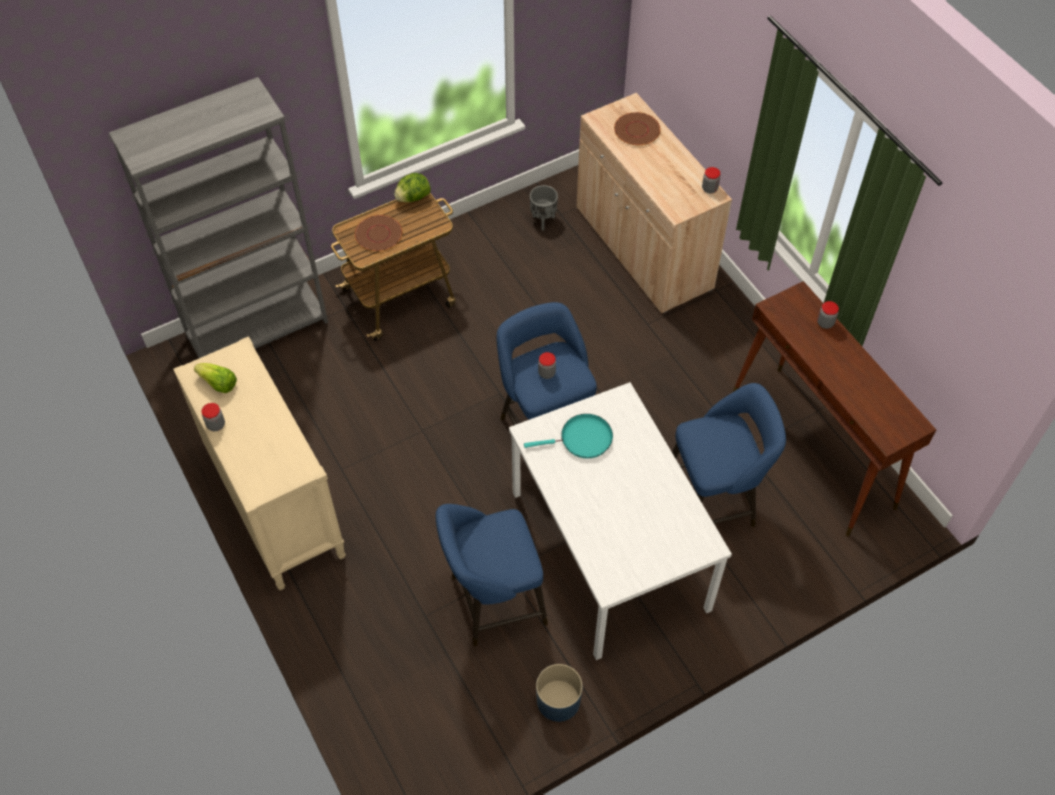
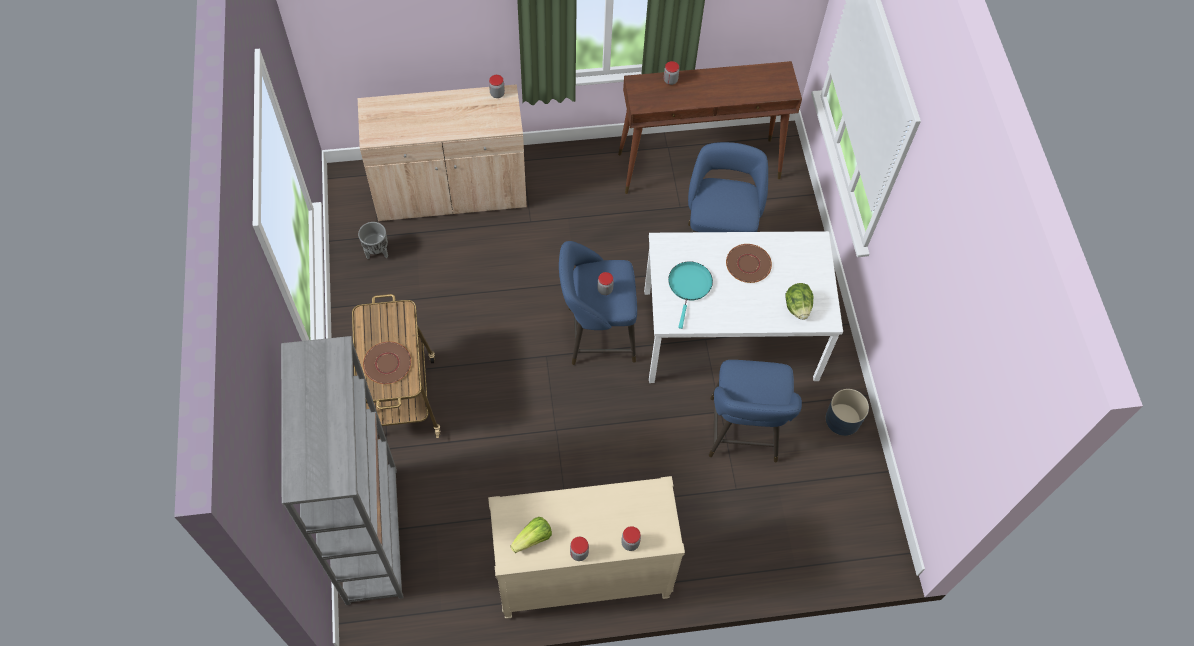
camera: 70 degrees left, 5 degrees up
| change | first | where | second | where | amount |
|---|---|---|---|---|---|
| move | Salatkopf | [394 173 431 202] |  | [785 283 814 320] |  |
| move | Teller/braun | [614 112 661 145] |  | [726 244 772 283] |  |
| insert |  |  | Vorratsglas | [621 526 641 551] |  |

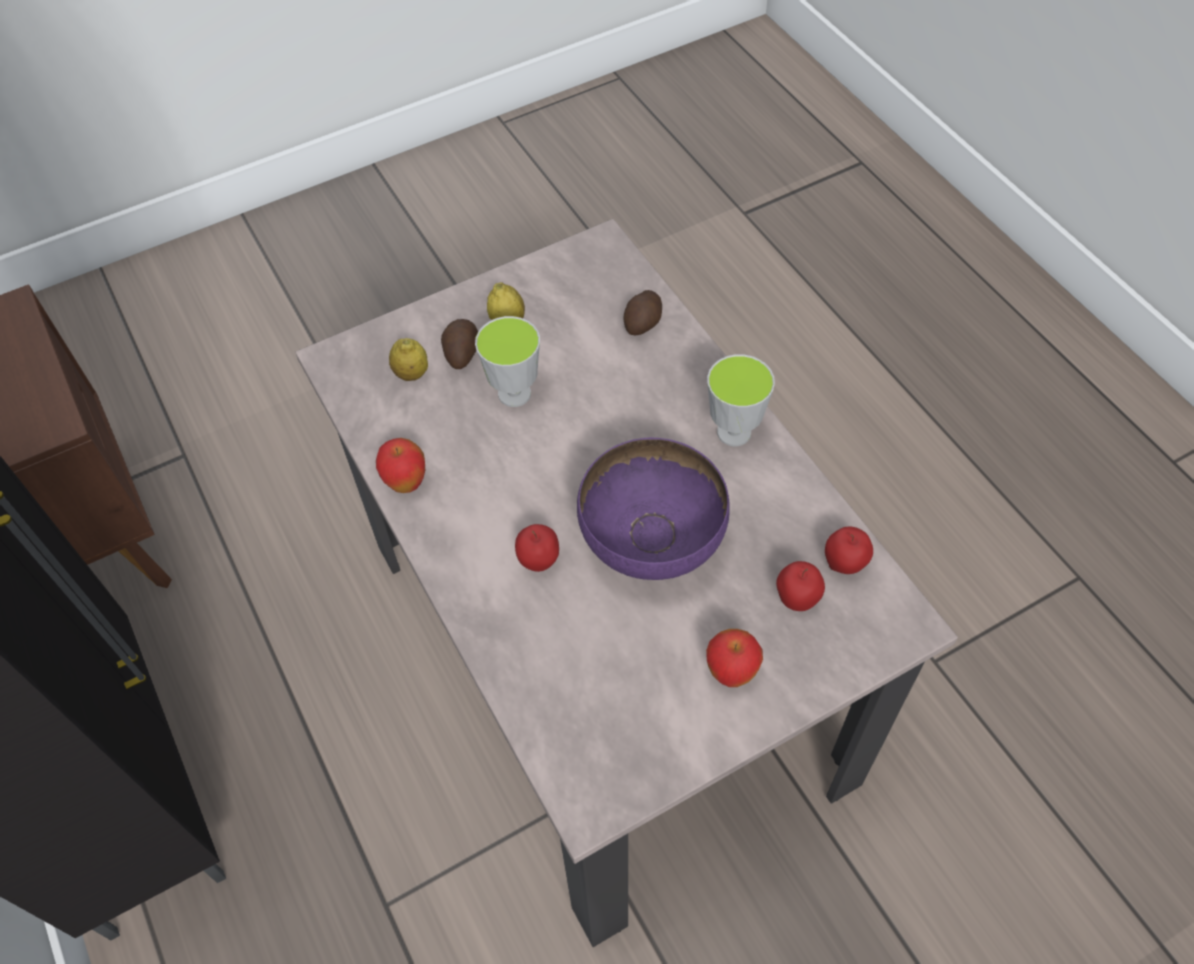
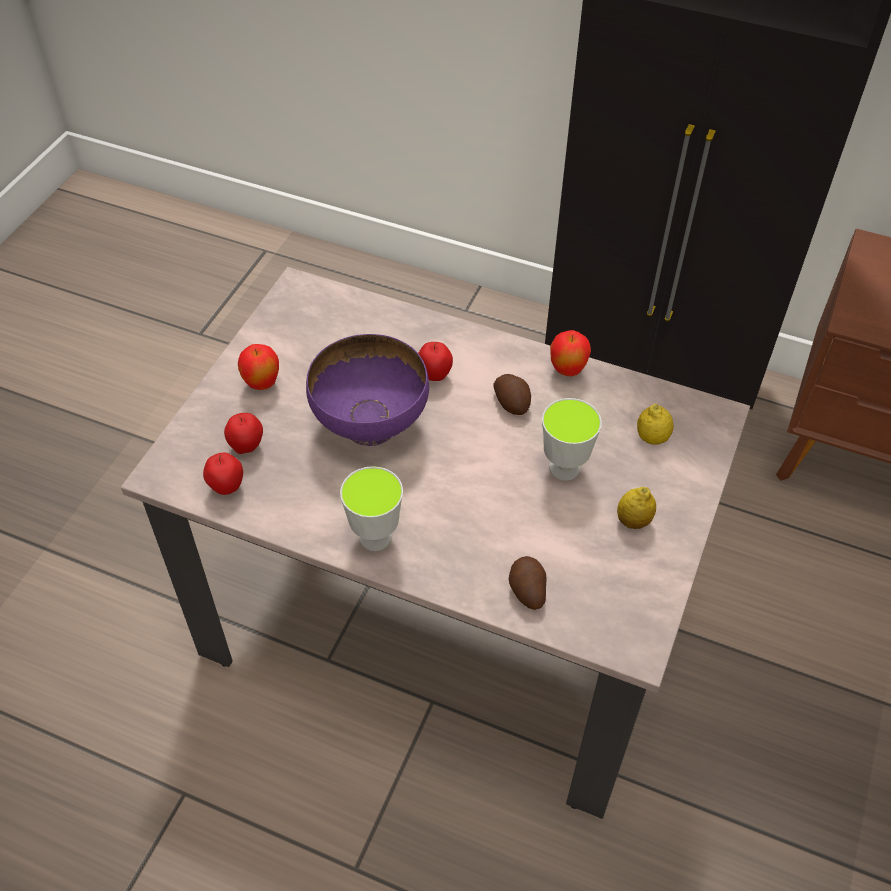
camera: 140 degrees right, 5 degrees down
| change | first | where | second | where | amount |
|---|---|---|---|---|---|
| move | Kartoffel | [441 319 478 369] |  | [493 374 531 415] |  |

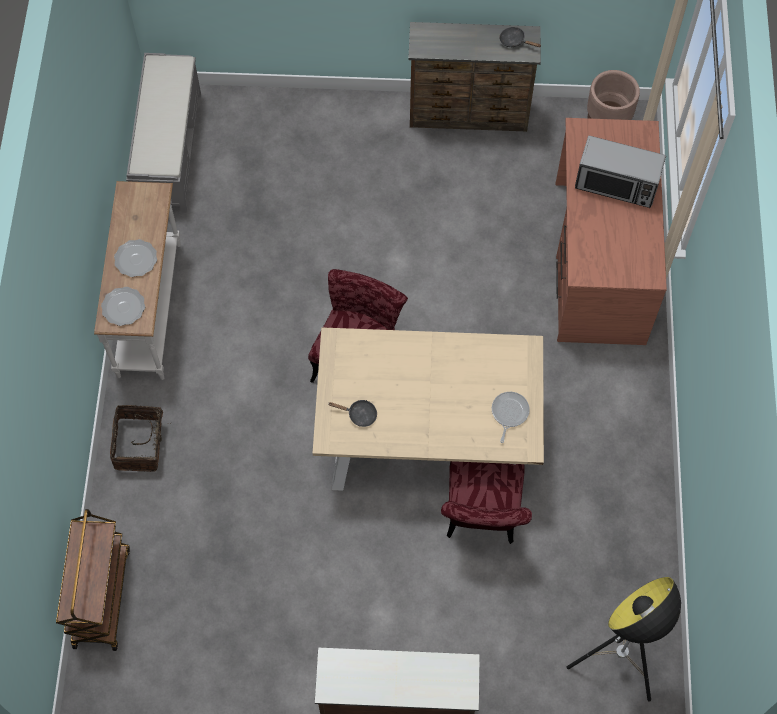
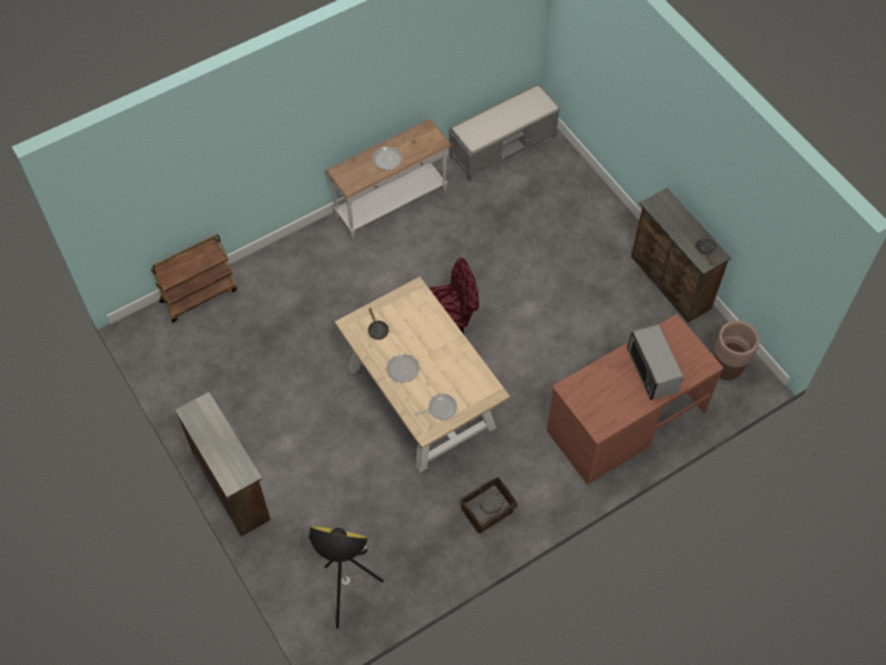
camera: 55 degrees right, 5 degrees down
| change | first | where | second | where | amount |
|---|---|---|---|---|---|
| move | Teller | [101 287 145 326] |  | [386 354 420 383] |  |
| move | Korb | [110 405 173 472] |  | [461 477 520 533] |  |
| delete | Stuhl/rot | [441 461 532 544] |  |  |  |

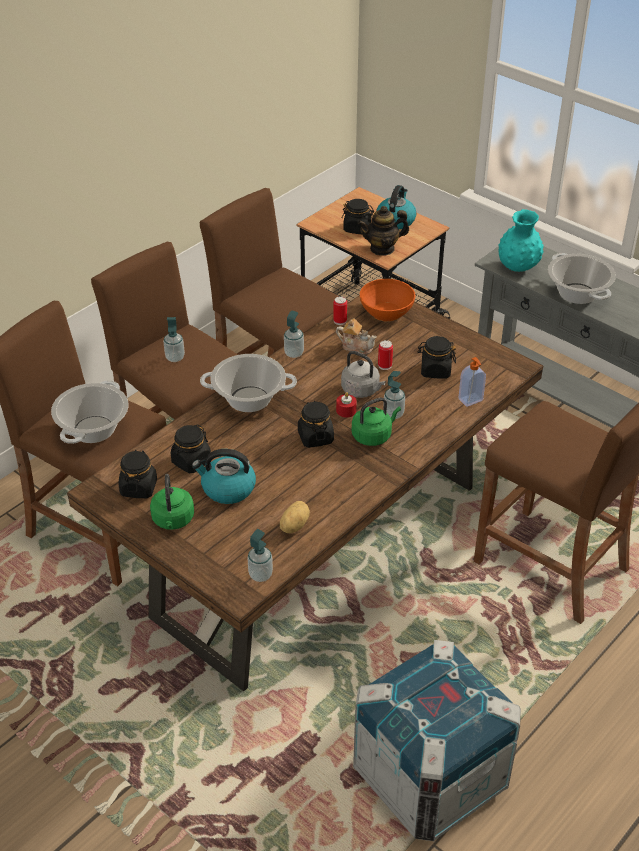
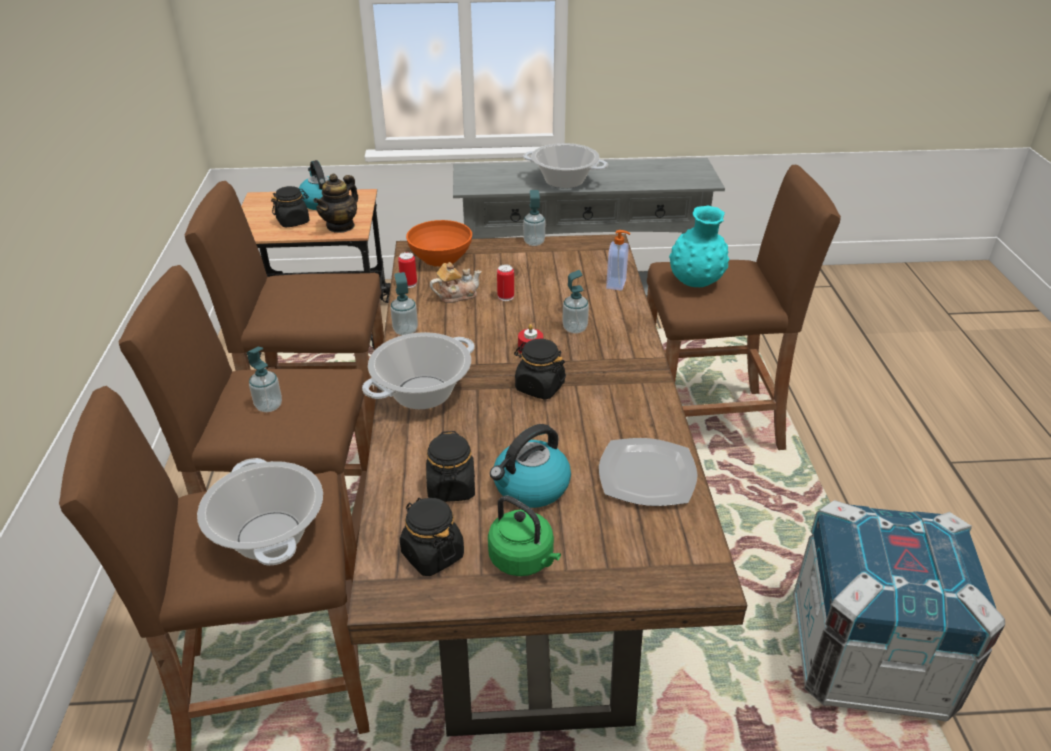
camera: 45 degrees left, 5 degrees down
| change | first | where | second | where | amount |
|---|---|---|---|---|---|
| move | Seifenspender | [247 529 273 582] |  | [523 190 545 246] |  |
| replace | Kartoffel | [280 501 310 533] | Teller | [599 438 698 506] |  |
| delete | Wasserkessel/grau | [341 351 386 398] |  |  |  |
| delete | Wasserkessel/grün | [352 398 401 446] |  |  |  |
| delete | Vorratsglas/schwarz | [418 336 456 379] |  |  |  |
| move | Vase/türkis | [499 209 544 272] |  | [669 205 729 287] |  |

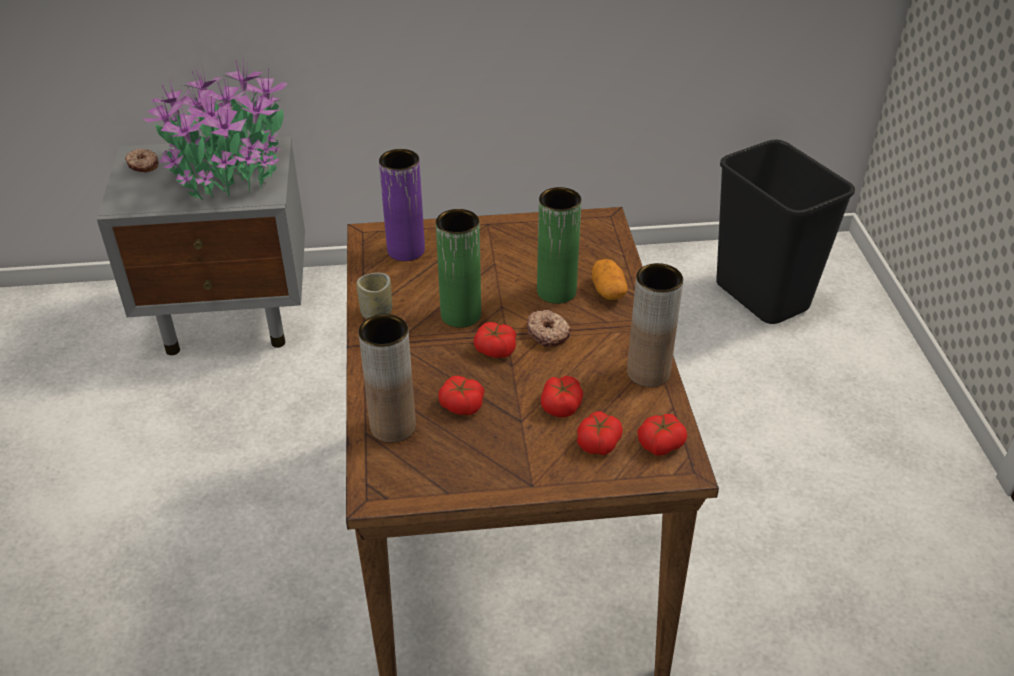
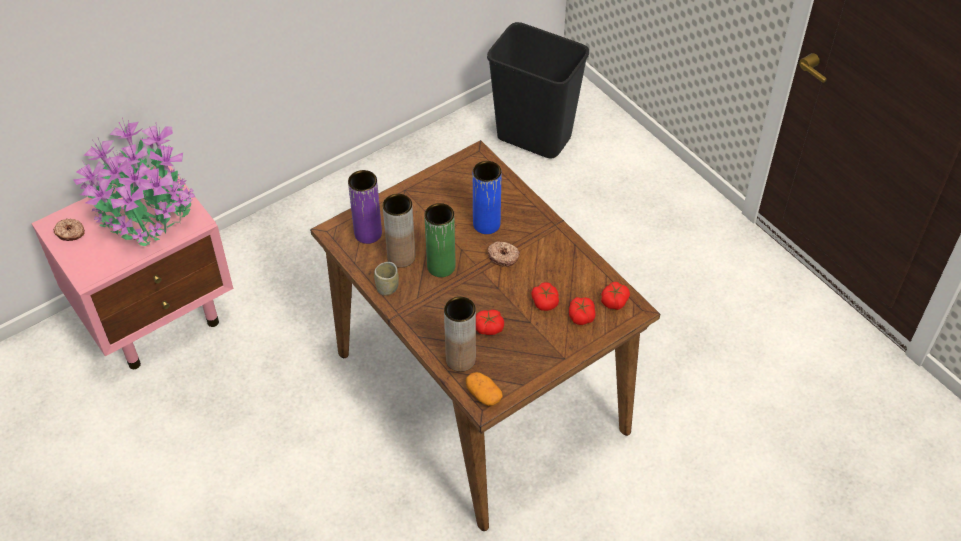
camera: 30 degrees left, 10 degrees up
| change | first | where | second | where | amount |
|---|---|---|---|---|---|
| recolor | Nachttisch/grau | [97 137 305 355] | Nachttisch/rosa | [31 165 233 369] |  |
| delete | Tomate | [474 322 516 358] |  |  |  |
| recolor | Vase/grün | [537 187 582 304] | Vase/blau | [473 161 502 234] |  |
| move | Kartoffel | [592 259 628 300] |  | [466 372 503 406] |  |
| move | Vase/braun | [627 263 683 387] |  | [383 194 415 268] |  |

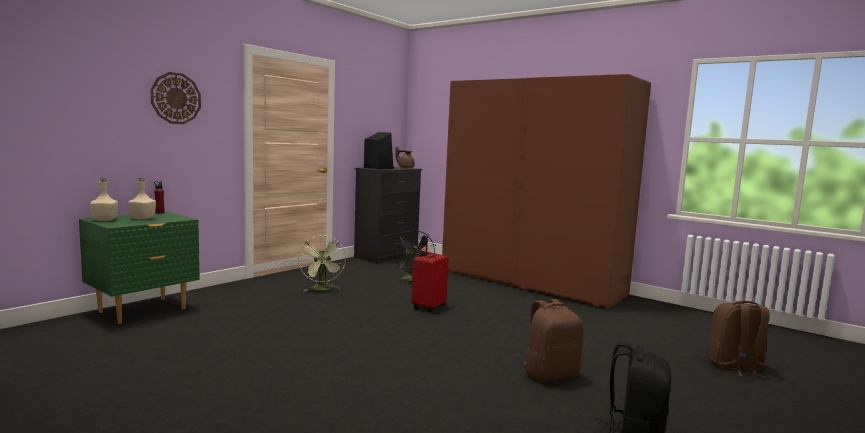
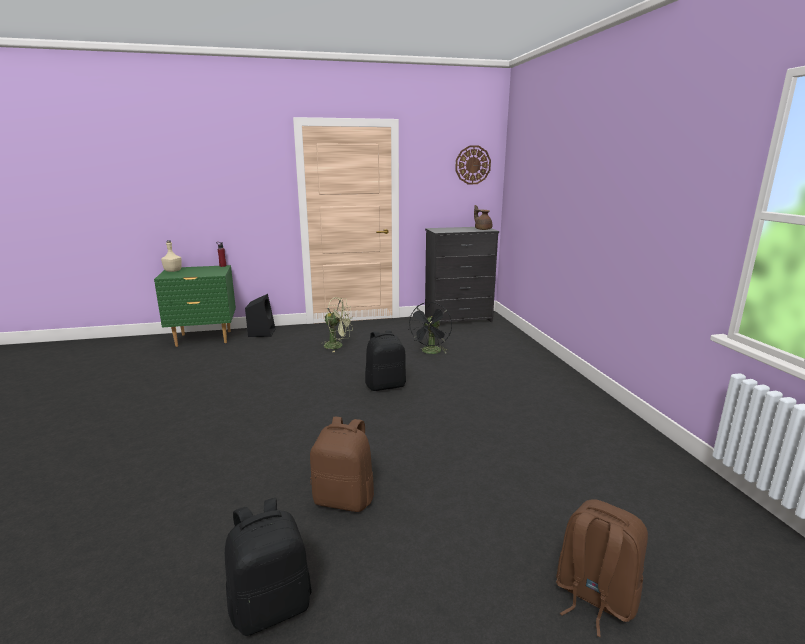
camera: 40 degrees right, 10 degrees up
| change | first | where | second | where | amount |
|---|---|---|---|---|---|
| delete | Flasche/beige | [128 178 156 220] |  |  |  |
| move | Wanduhr | [151 72 201 124] |  | [455 146 491 184] |  |
| rotate | Ventilator/grün | [298 235 346 291] |  | [321 298 353 352] | 105 degrees counterclockwise |
| move | Lautsprecher/schwarz | [364 132 394 169] |  | [245 294 276 337] |  |
| replace | Koffer/rot | [411 240 449 312] | Rucksack/schwarz | [365 330 406 391] |  |
| delete | Kleiderschrank/braun | [442 74 651 309] |  |  |  |

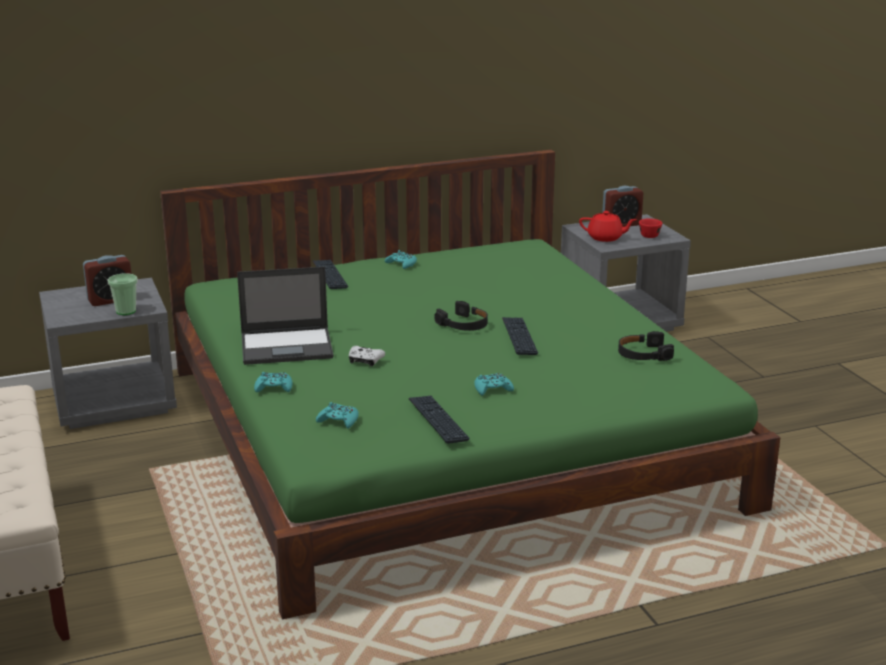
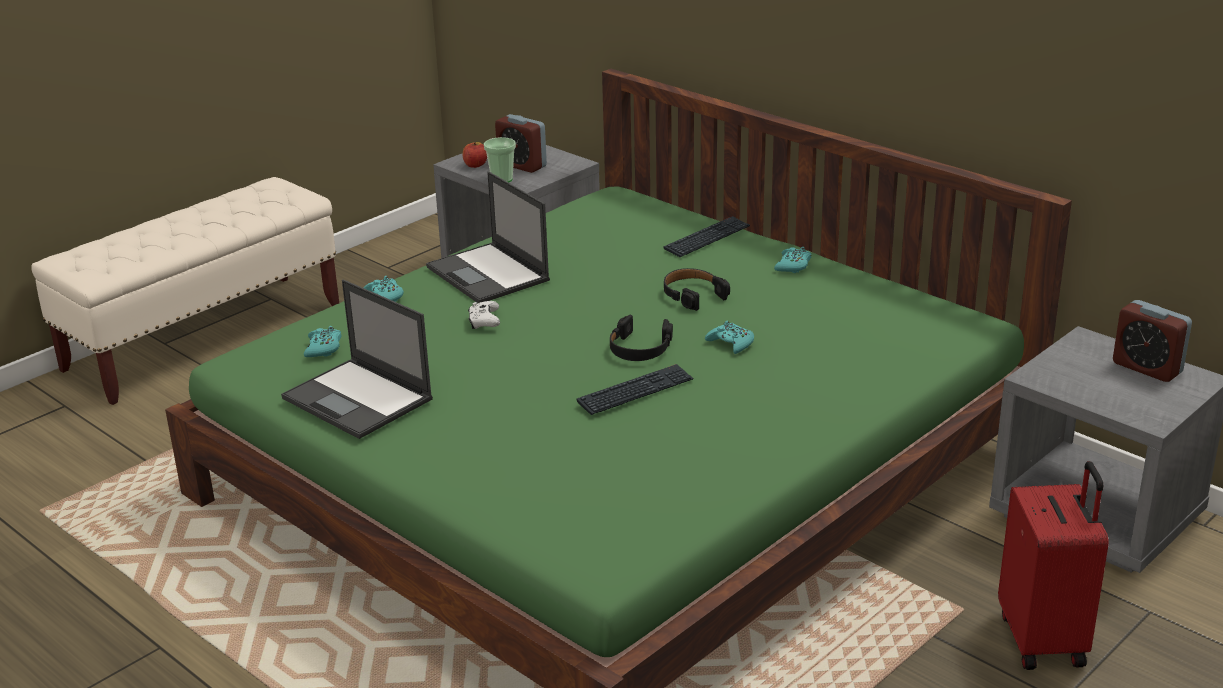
camera: 65 degrees right, 5 degrees up
| change | first | where | second | where | amount |
|---|---|---|---|---|---|
| replace | Tastatur | [409 395 470 444] | Laptop | [281 280 433 439] |  |
| move | Gamepad/türkis | [474 373 514 396] |  | [705 321 754 354] |  |
| delete | Teekanne/rot | [579 211 637 242] |  |  |  |
| move | Kopfhörer/schwarz | [618 331 674 361] |  | [664 268 730 311] |  |
| delete | Tasse/rot | [639 218 662 238] |  |  |  |
| insert |  |  | Apfel | [463 142 487 168] |  |
| insert |  |  | Koffer/rot | [998 461 1109 670] |  |

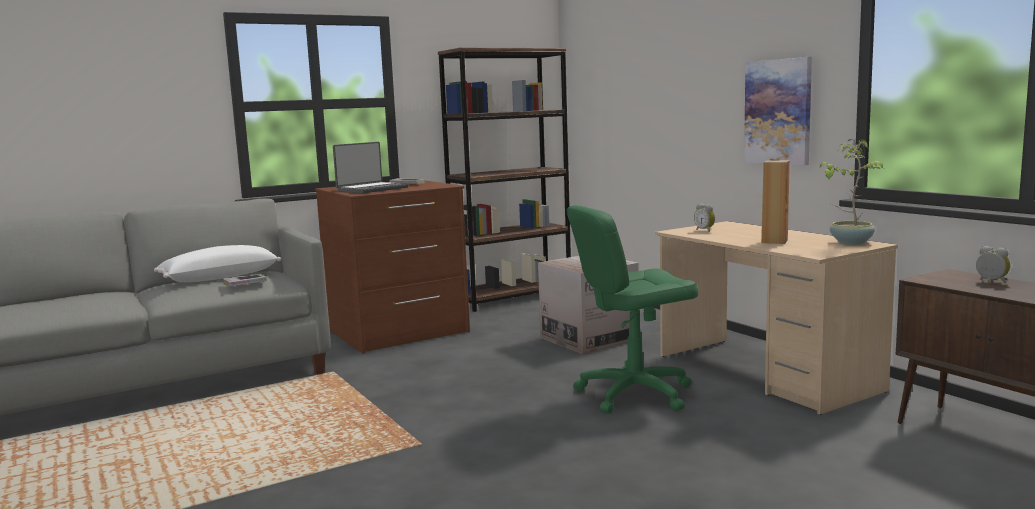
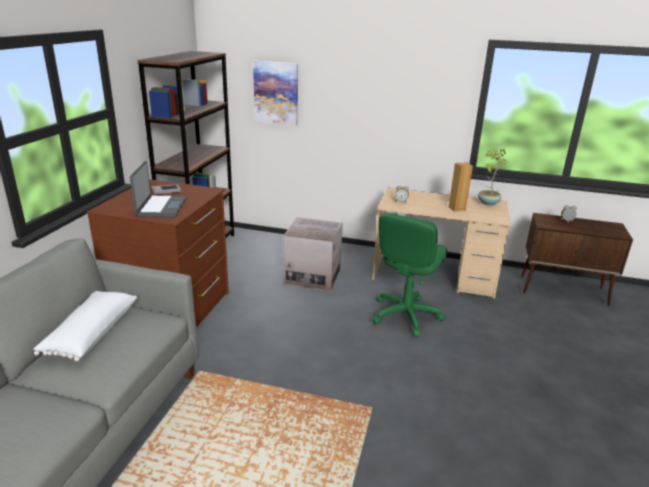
camera: 45 degrees left, 15 degrees up
| change | first | where | second | where | amount |
|---|---|---|---|---|---|
| delete | Buch | [223 274 267 287] |  |  |  |
| move | Bild | [744 57 812 165] |  | [253 61 298 126] |  |

